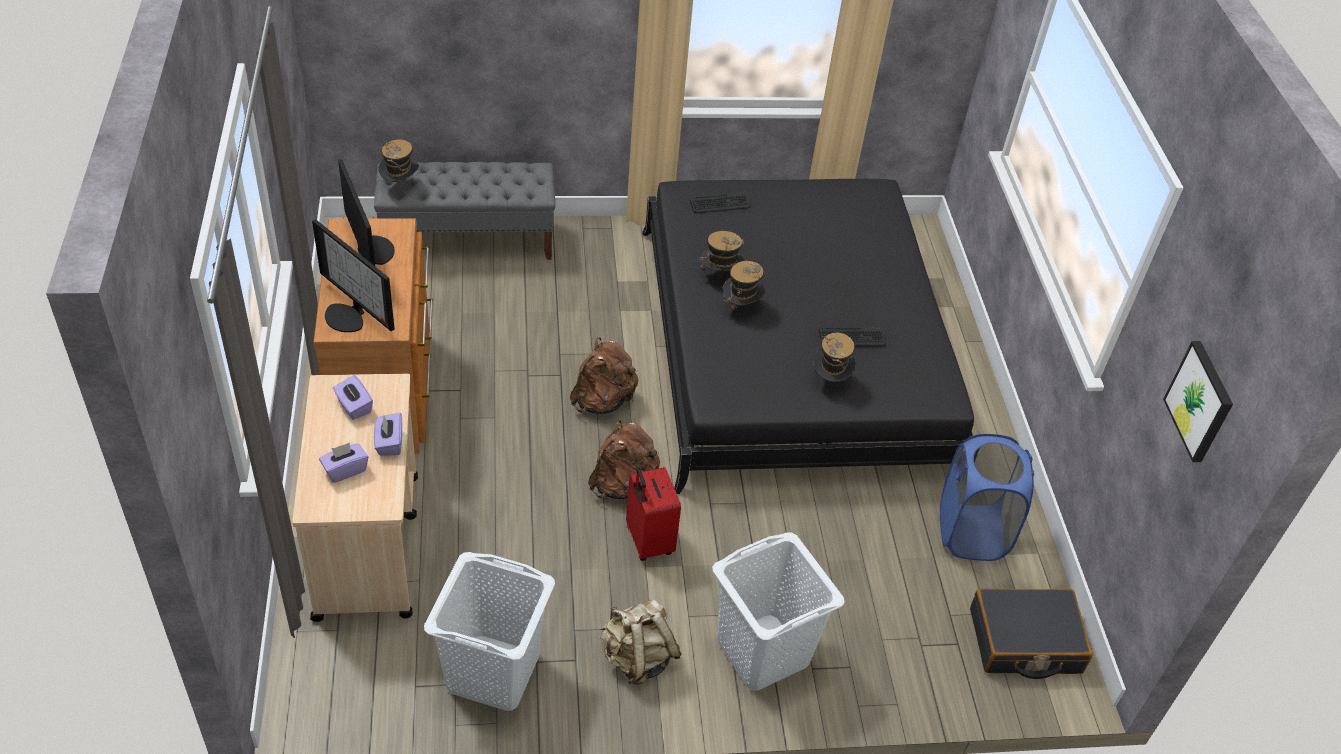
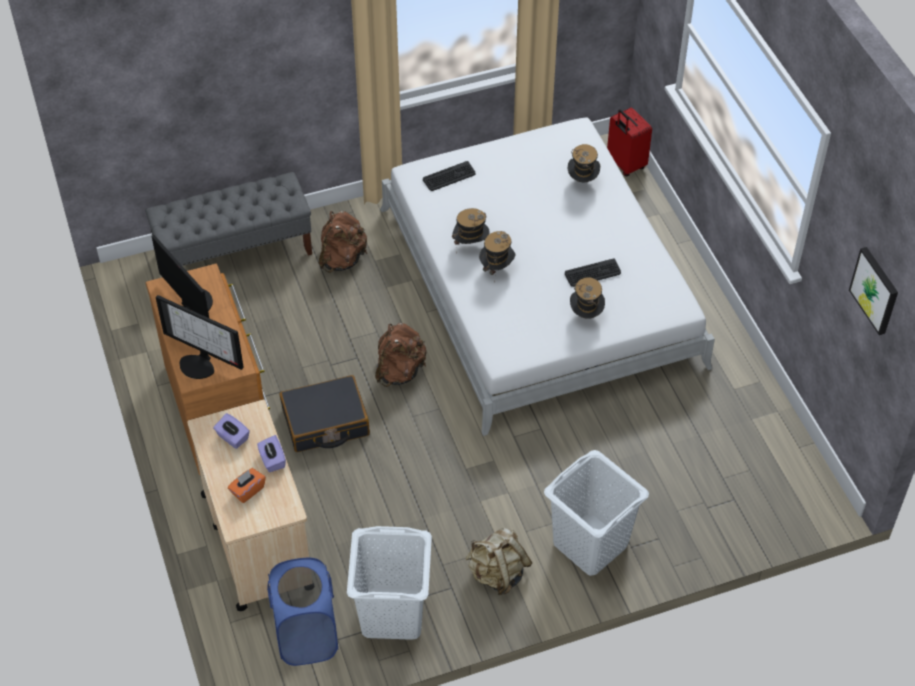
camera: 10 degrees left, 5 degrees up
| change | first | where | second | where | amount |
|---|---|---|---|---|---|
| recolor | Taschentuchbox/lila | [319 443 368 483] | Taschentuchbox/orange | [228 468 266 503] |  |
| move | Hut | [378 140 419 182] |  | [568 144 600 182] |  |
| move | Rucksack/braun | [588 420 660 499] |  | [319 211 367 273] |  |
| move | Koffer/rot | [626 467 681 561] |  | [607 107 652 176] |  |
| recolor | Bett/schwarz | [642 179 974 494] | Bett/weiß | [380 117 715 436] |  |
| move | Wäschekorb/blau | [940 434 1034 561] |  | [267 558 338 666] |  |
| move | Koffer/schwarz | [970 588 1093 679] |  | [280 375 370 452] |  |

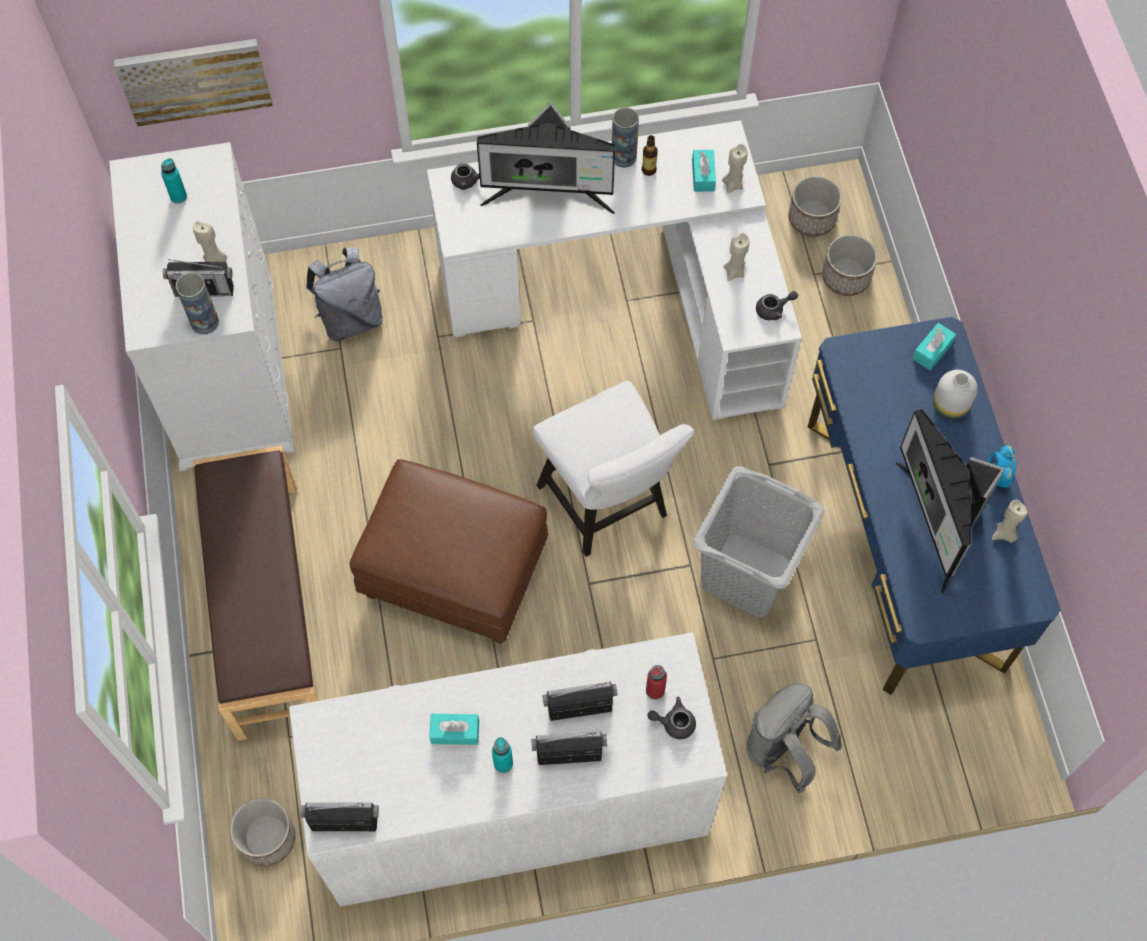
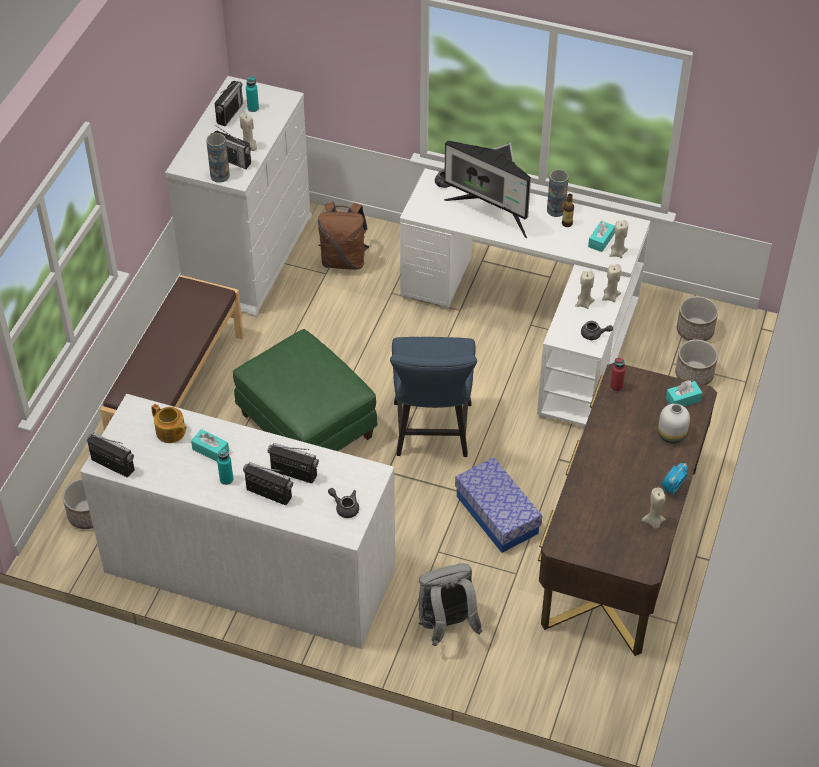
camera: 30 degrees right, 15 degrees down
| change | first | where | second | where | amount |
|---|---|---|---|---|---|
| delete | Bild | [114 39 273 127] |  |  |  |
| recolor | Rucksack/grau | [306 247 383 341] | Rucksack/braun | [318 202 370 270] |  |
| recolor | Polsterhocker/braun | [350 459 548 644] | Polsterhocker/grün | [233 329 378 451] |  |
| recolor | Stuhl/weiß | [533 381 694 557] | Stuhl/blau | [390 337 477 457] |  |
| move | Flasche/rot | [646 665 667 700] |  | [610 358 626 392] |  |
| replace | Wäschekorb/grau | [693 467 825 617] | Aufbewahrungsbox | [455 457 542 553] |  |
| recolor | Schreibtisch/blau | [808 317 1061 695] | Schreibtisch/braun | [538 363 717 656] |  |
| delete | Monitor | [895 409 1005 595] |  |  |  |
| insert |  |  | Teekanne | [151 404 187 443] |  |
| insert |  |  | Radio | [214 81 243 126] |  |
| insert |  |  | Kerze/beige | [602 264 621 302] |  |

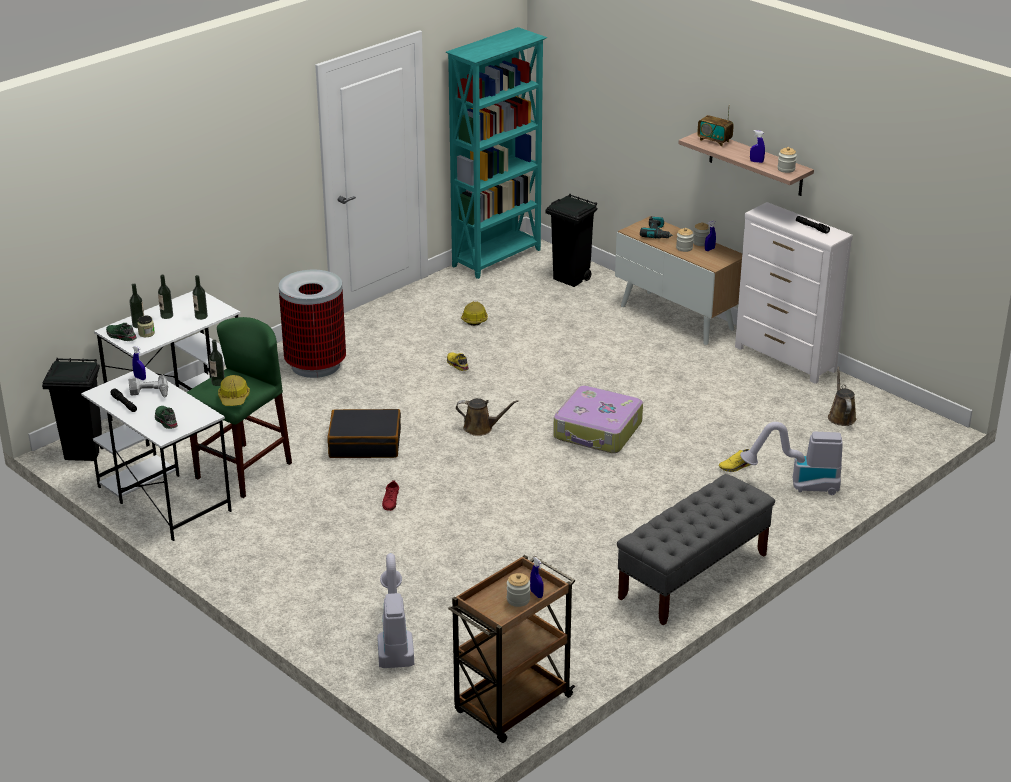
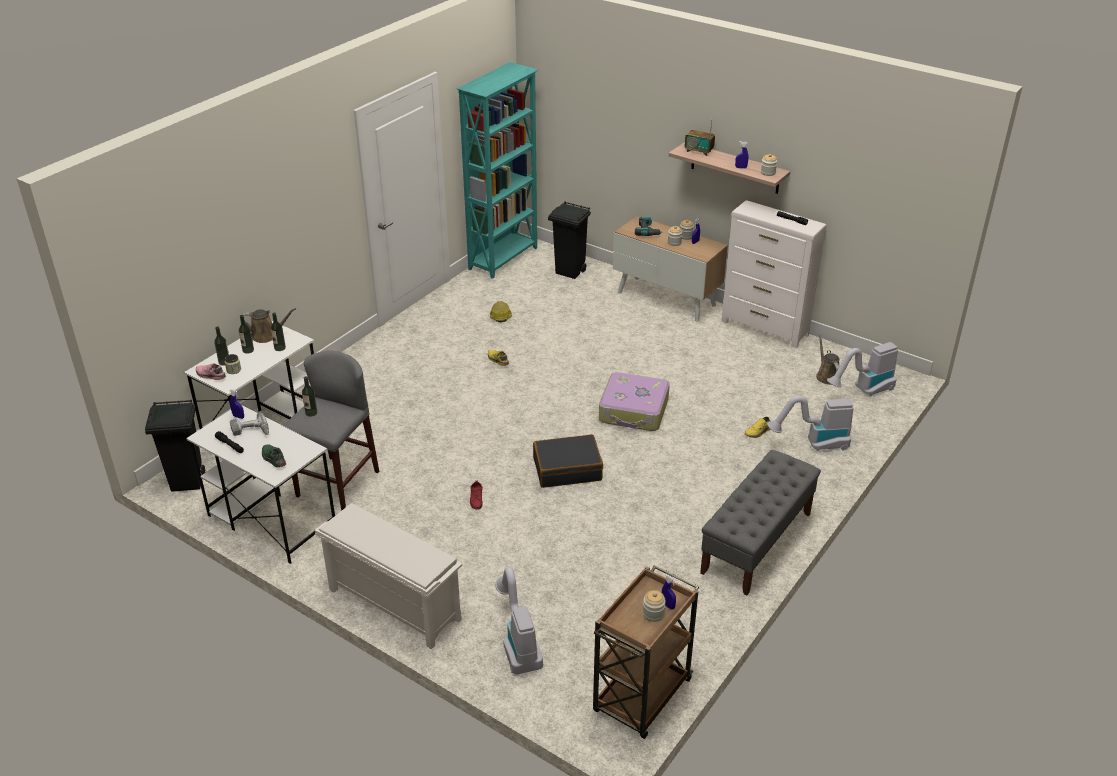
camera: 10 degrees left, 5 degrees up
| change | first | where | second | where | amount |
|---|---|---|---|---|---|
| recolor | Schuh/grün | [106 323 137 341] | Schuh/rosa | [196 363 226 380] |  |
| recolor | Hocker/grün | [186 317 292 498] | Hocker/grau | [283 351 379 511] |  |
| delete | Schutzhelm | [218 375 250 406] |  |  |  |
| delete | Mülleimer | [279 270 346 378] |  |  |  |
| move | Koffer/schwarz | [327 409 401 458] |  | [533 434 603 488] |  |
| move | Gießkanne/braun | [456 398 518 436] |  | [242 308 296 343] |  |
| insert |  |  | Schuhregal/weiß | [315 503 462 649] |  |
| insert |  |  | Staubsauger | [827 342 898 396] |  |

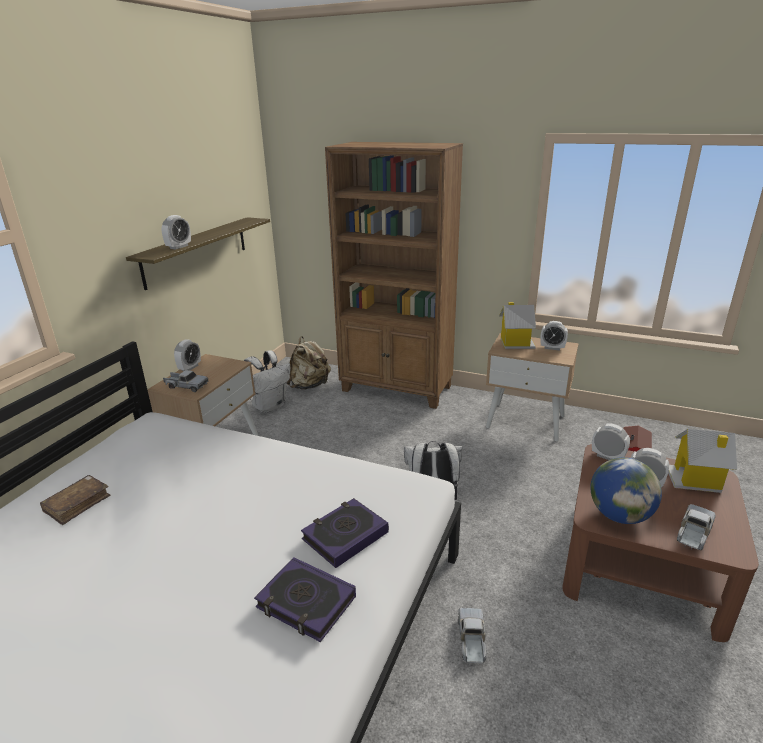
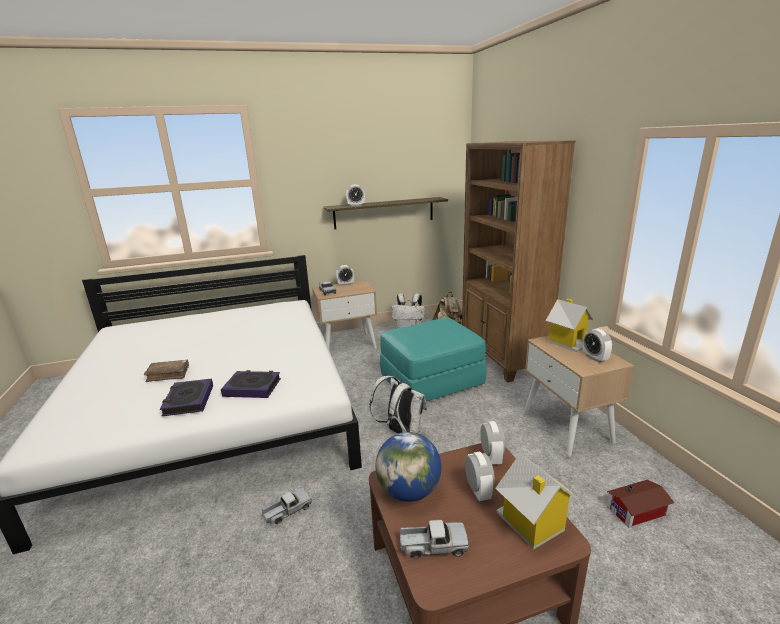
camera: 50 degrees right, 5 degrees down
| change | first | where | second | where | amount |
|---|---|---|---|---|---|
| move | Buch/braun | [40 475 110 525] |  | [144 360 189 382] |  |
| insert |  |  | Polsterhocker/türkis | [380 317 487 402] |  |

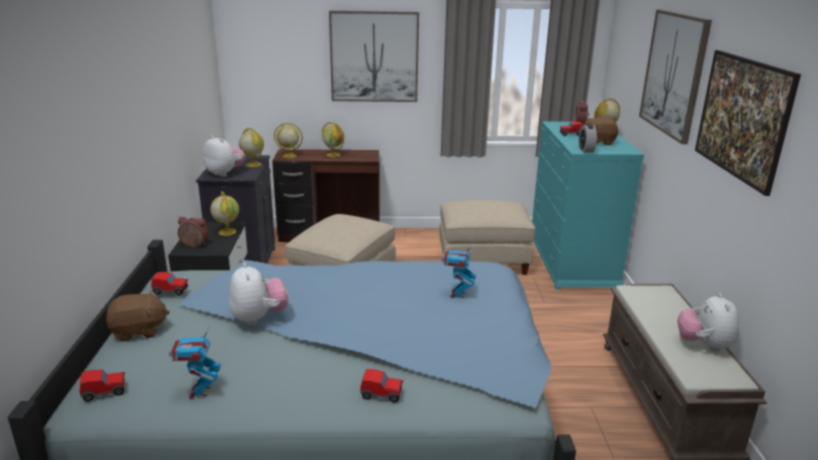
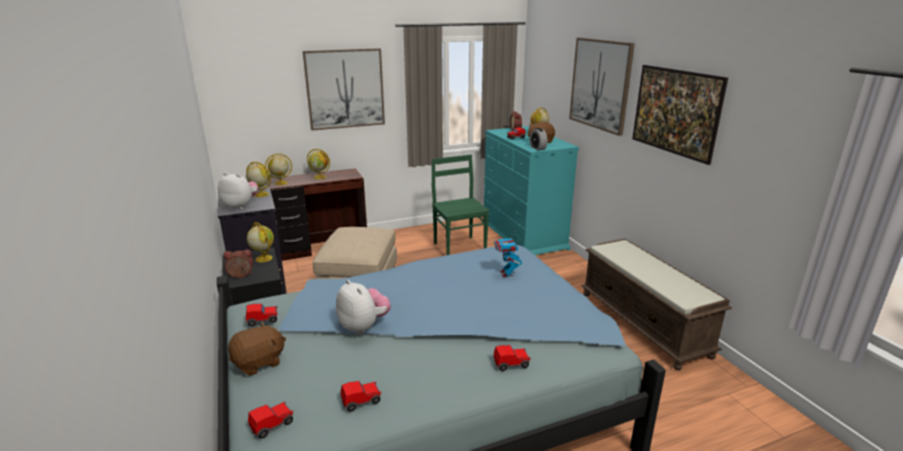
camera: 20 degrees left, 0 degrees up
| change | first | where | second | where | amount |
|---|---|---|---|---|---|
| replace | Spielzeugroboter | [169 326 221 399] | Spielzeugauto | [341 381 381 412] |  |
| replace | Polsterhocker/beige | [439 200 536 275] | Stuhl/grün | [432 155 490 255] |  |
| delete | Plüschtier | [677 293 739 352] |  |  |  |

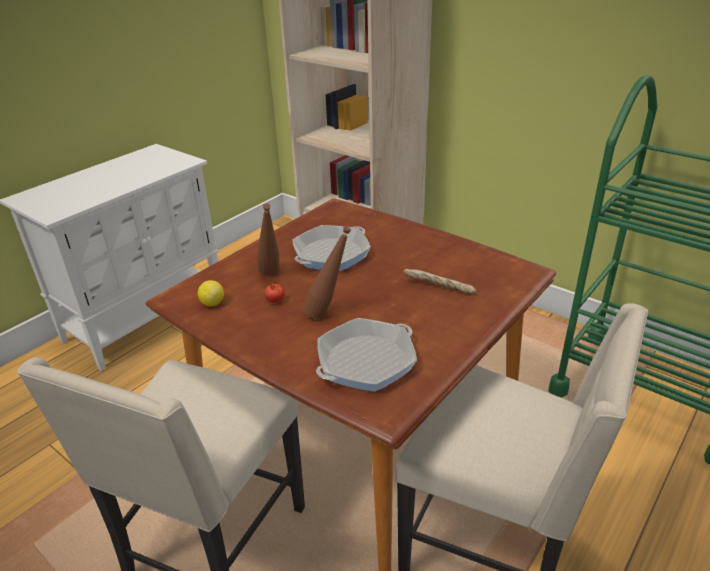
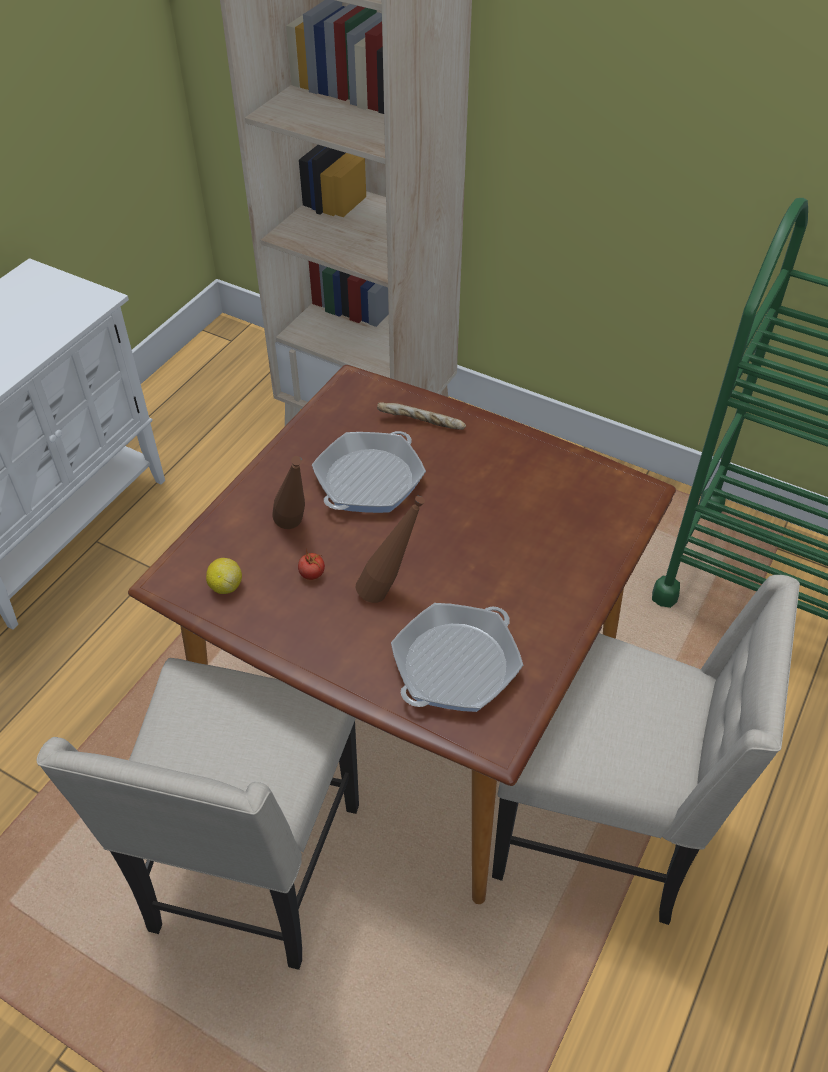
camera: 10 degrees left, 15 degrees up
| change | first | where | second | where | amount |
|---|---|---|---|---|---|
| move | Brot | [403 269 476 294] |  | [377 402 466 430] |  |

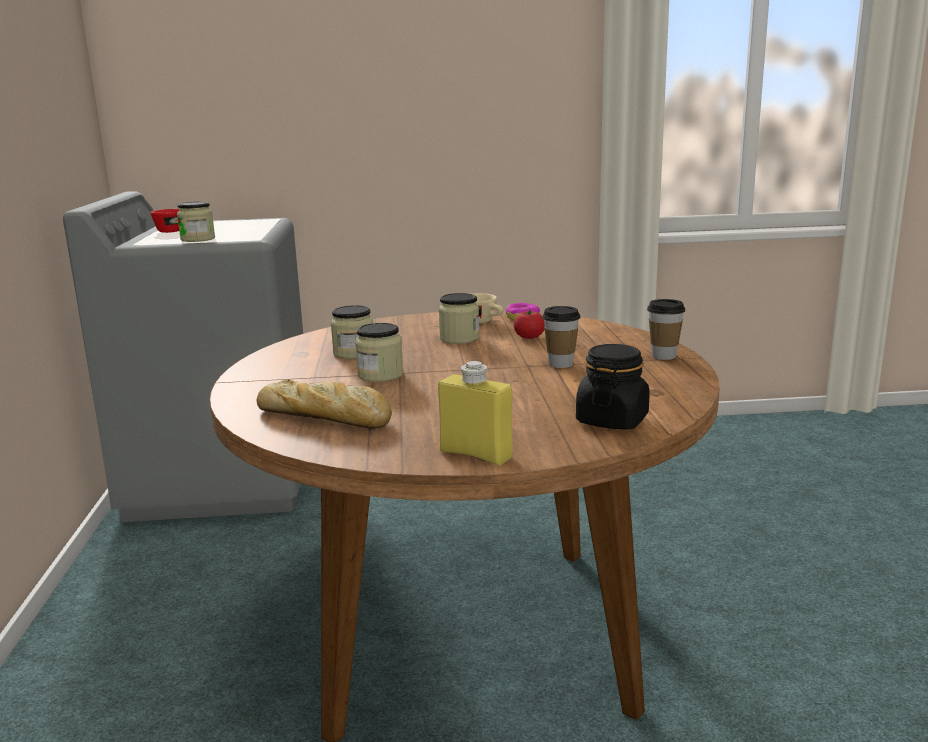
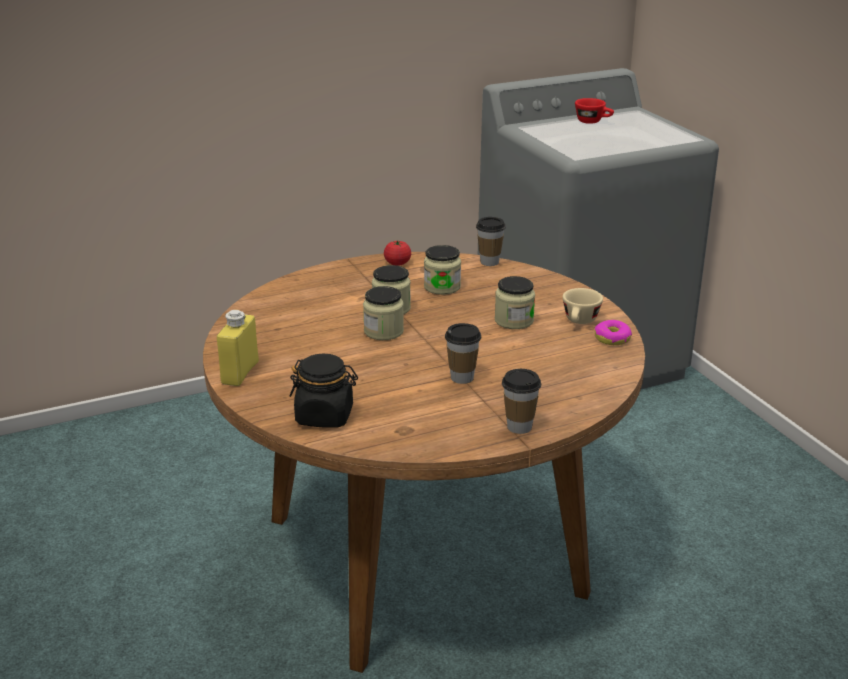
camera: 70 degrees right, 10 degrees up
| change | first | where | second | where | amount |
|---|---|---|---|---|---|
| move | Vorratsglas | [177 202 215 242] |  | [363 286 404 340] |  |
| delete | Brot | [257 379 392 429] |  |  |  |
| move | Tomate | [514 310 545 339] |  | [384 241 411 266] |  |
| insert |  |  | Tasse | [476 217 506 266] |  |

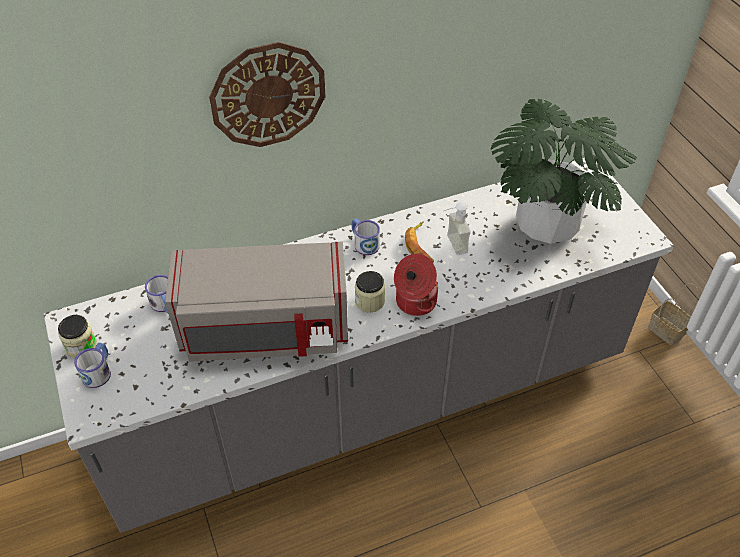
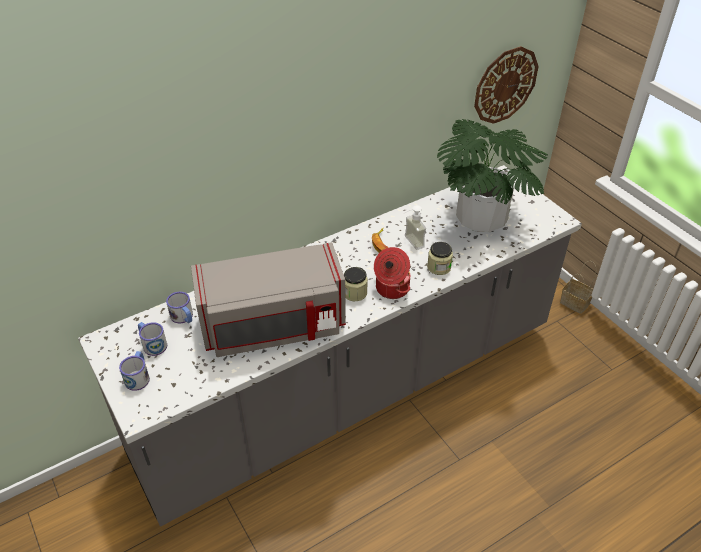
camera: 10 degrees left, 5 degrees down
| change | first | where | second | where | amount |
|---|---|---|---|---|---|
| move | Vorratsglas | [58 315 97 358] |  | [427 242 453 275] |  |
| move | Wanduhr | [209 42 326 147] |  | [474 46 539 124] |  |
| move | Henkelbecher | [352 218 380 255] |  | [138 322 167 356] |  |

